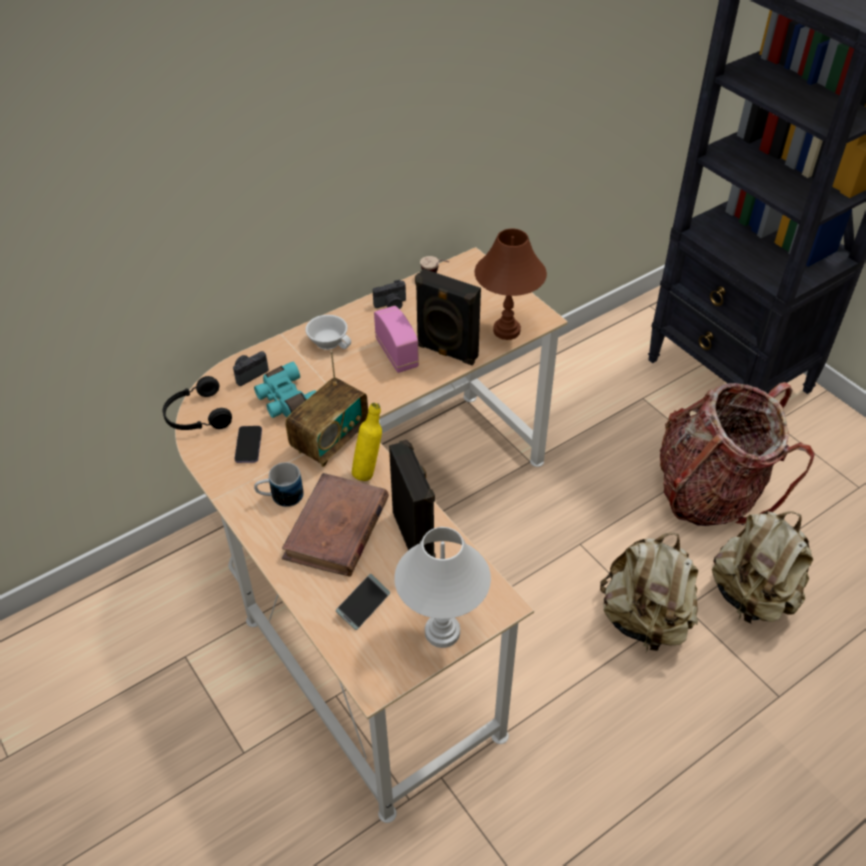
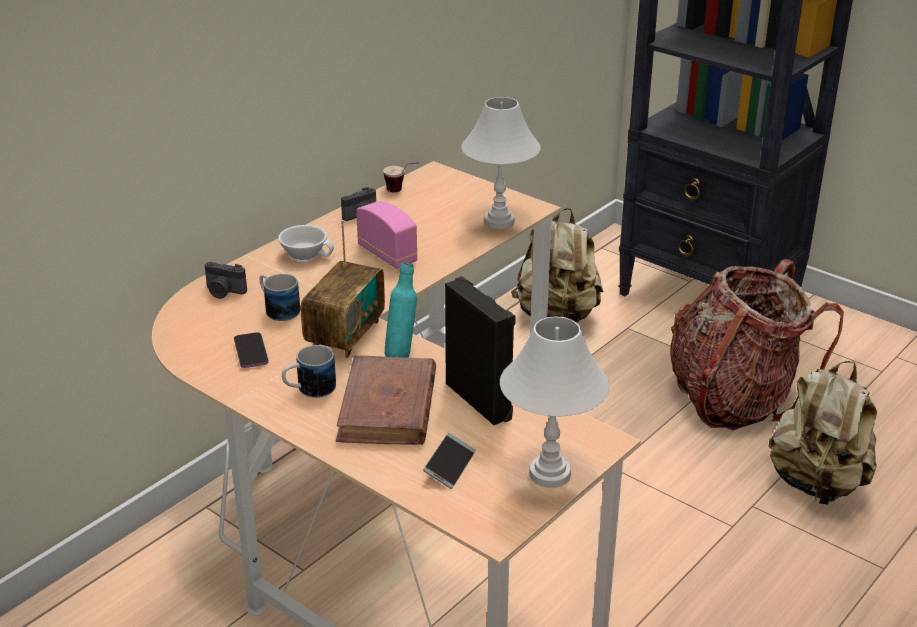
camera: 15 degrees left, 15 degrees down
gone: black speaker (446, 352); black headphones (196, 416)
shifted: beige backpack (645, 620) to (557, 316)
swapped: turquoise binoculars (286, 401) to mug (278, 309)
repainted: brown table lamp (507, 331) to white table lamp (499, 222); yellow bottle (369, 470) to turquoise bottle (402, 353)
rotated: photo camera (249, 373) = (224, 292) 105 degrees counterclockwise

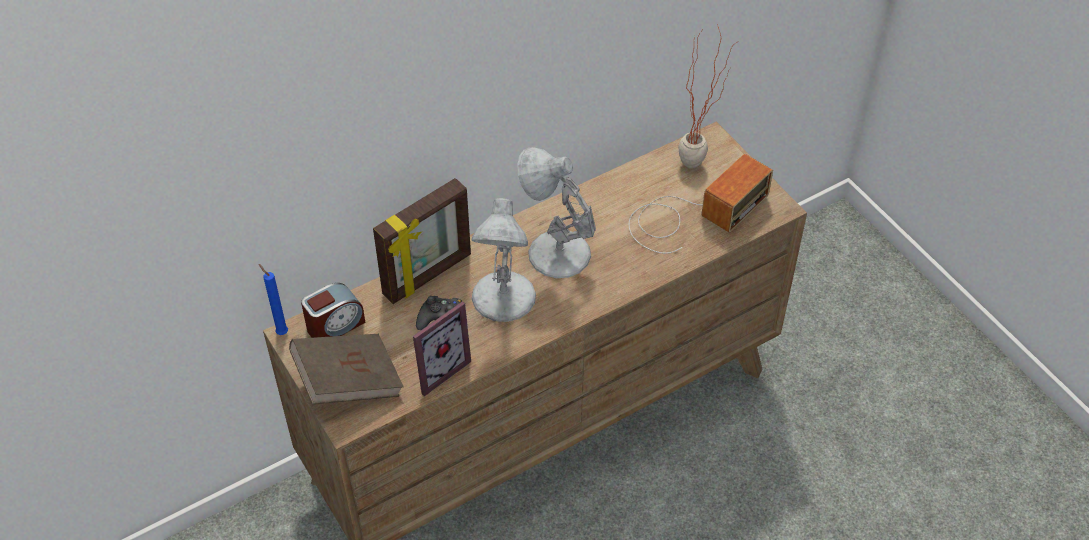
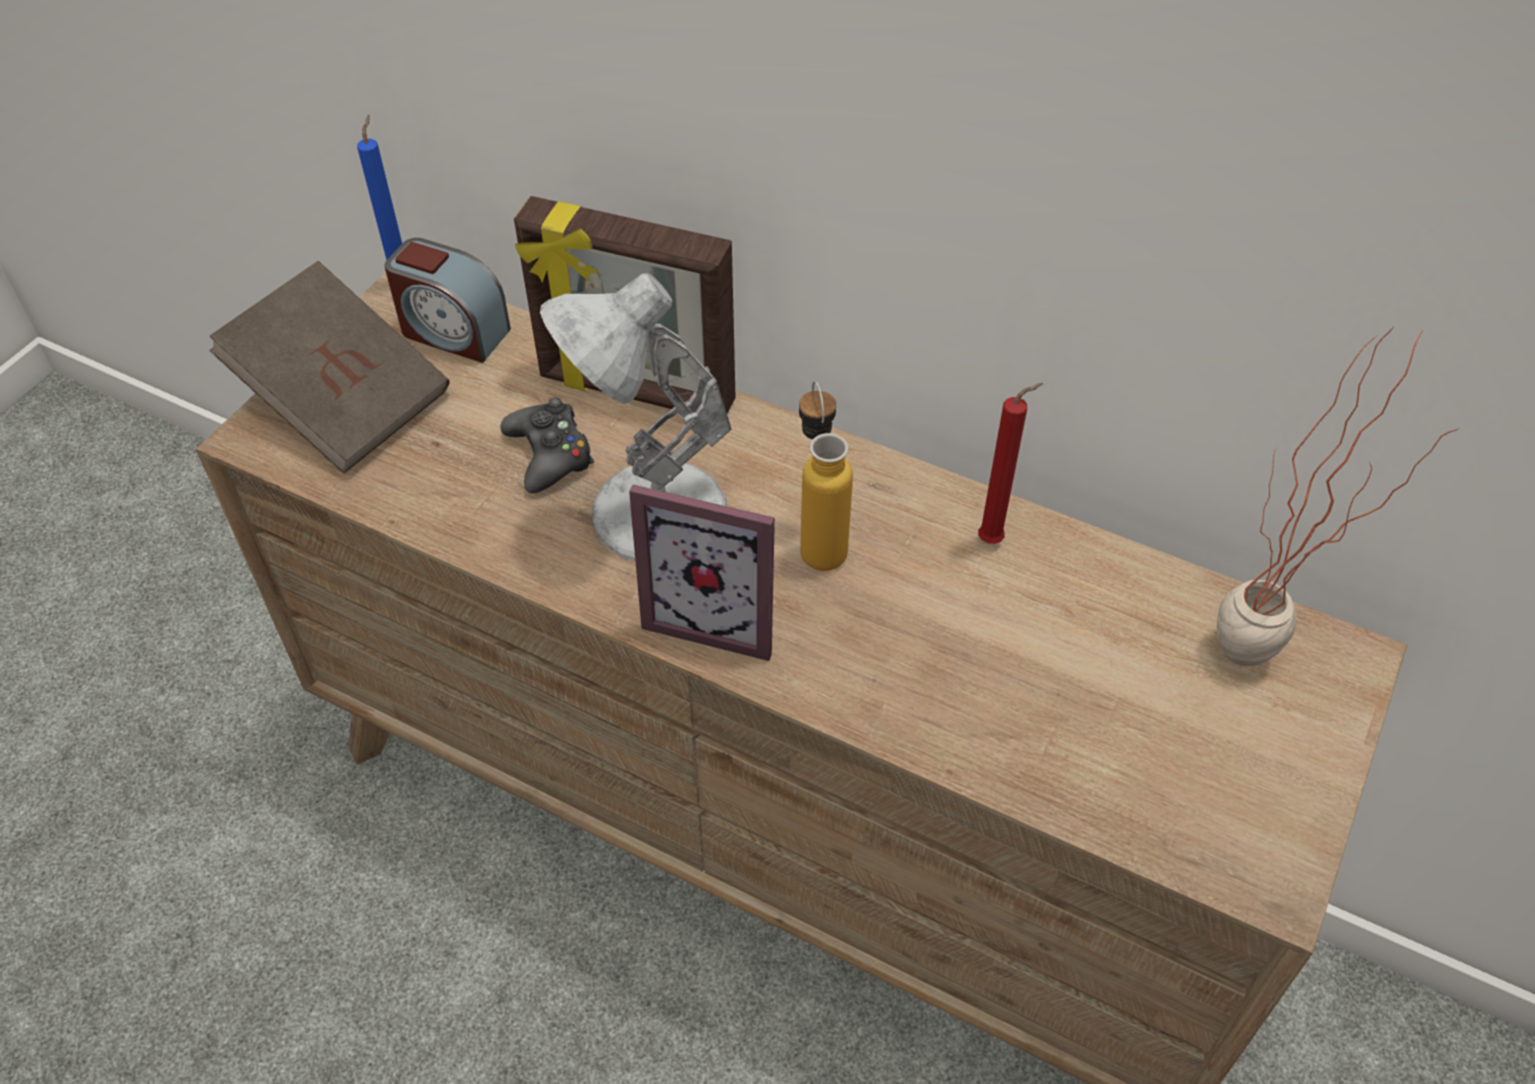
camera: 60 degrees right, 0 degrees up
gone: radio (692, 215)
new: red candle (994, 540)
shifted: picture frame (436, 368) to (717, 614)
swapped: white table lamp (555, 253) to bottle (818, 539)

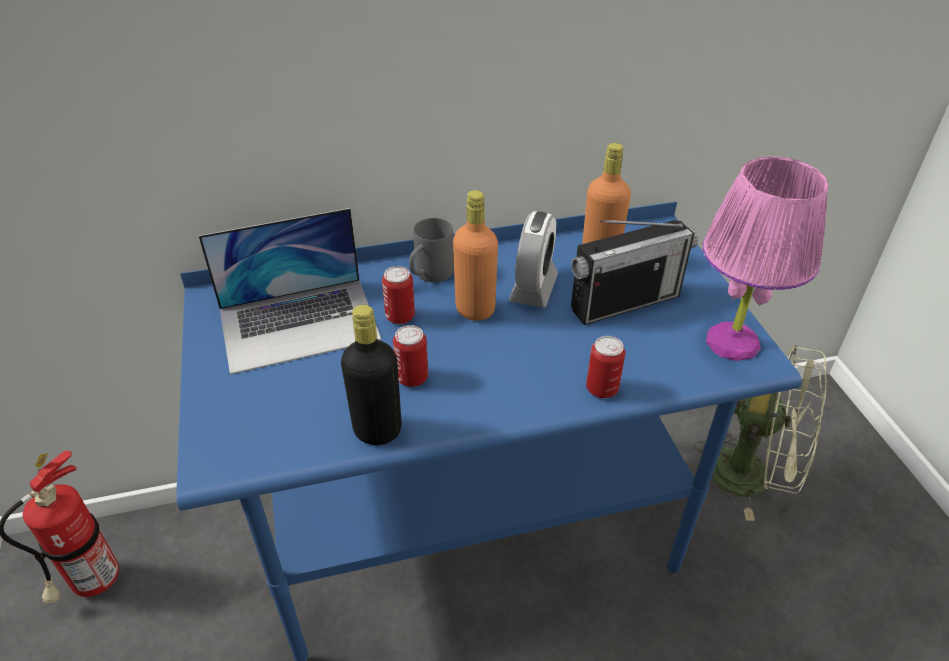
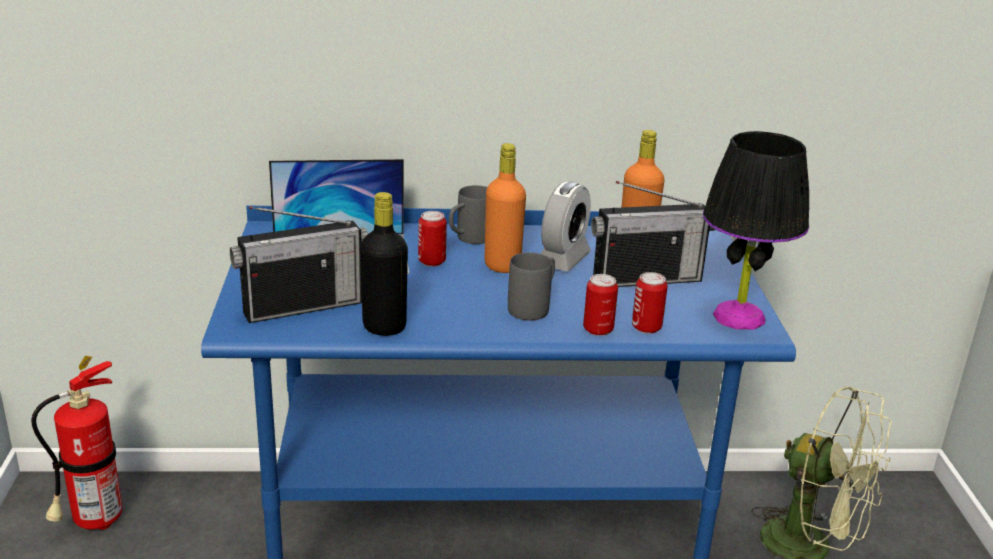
camera: 10 degrees right, 15 degrees down
new: radio (302, 306); grey mug (534, 307)
shifted: can (412, 377) to (646, 327)
repainted: pink table lamp (732, 341) to black table lamp (739, 316)

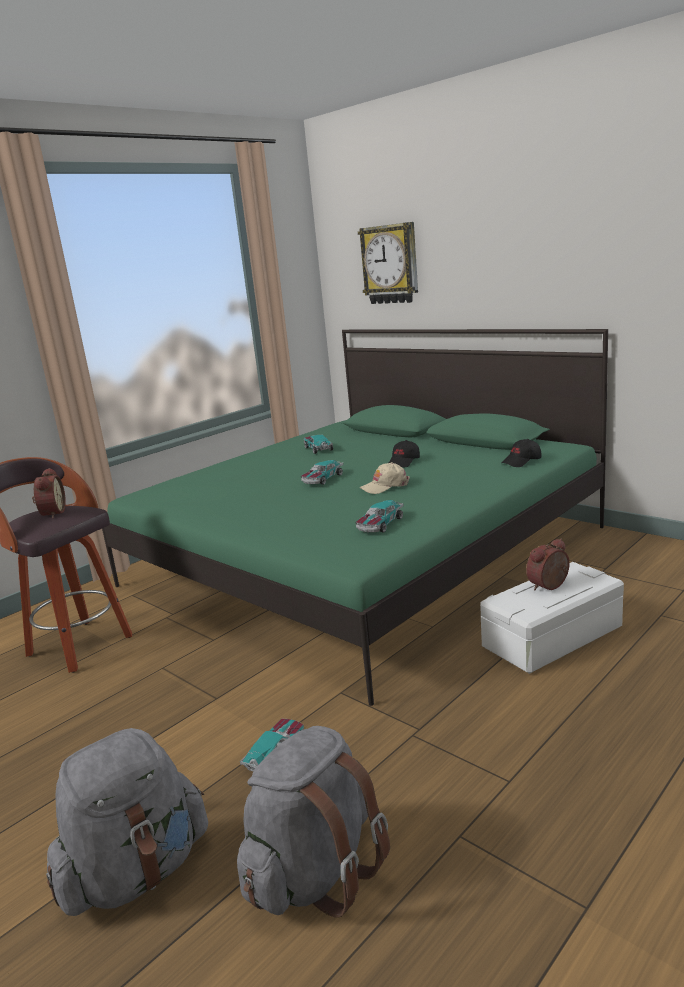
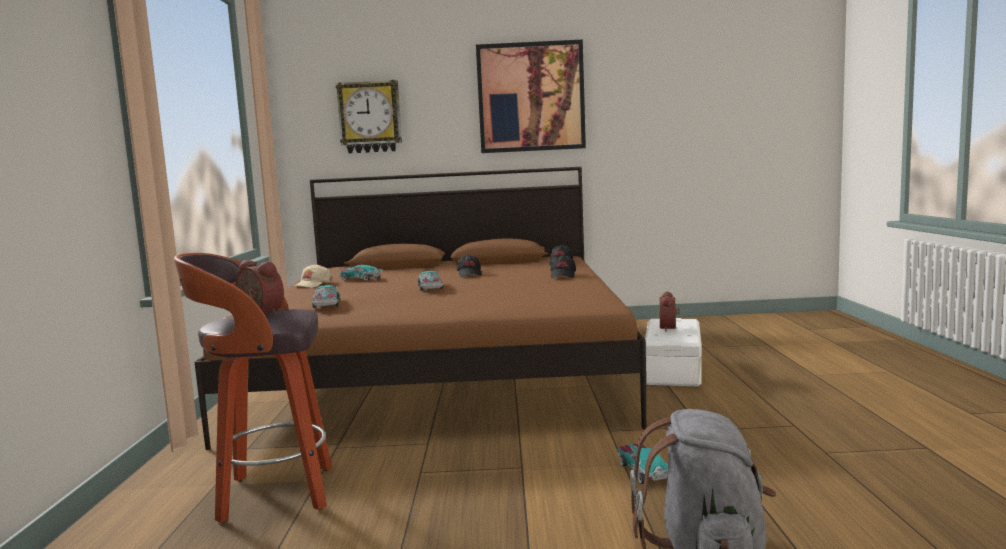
camera: 45 degrees left, 10 degrees down
gone: grey backpack (315, 872)
new: picture (531, 97); black cap (563, 276)
shifted: beige cap (385, 486) to (312, 284); toy car (380, 524) to (326, 304)
repainted: green bed (363, 556) to brown bed (444, 369)

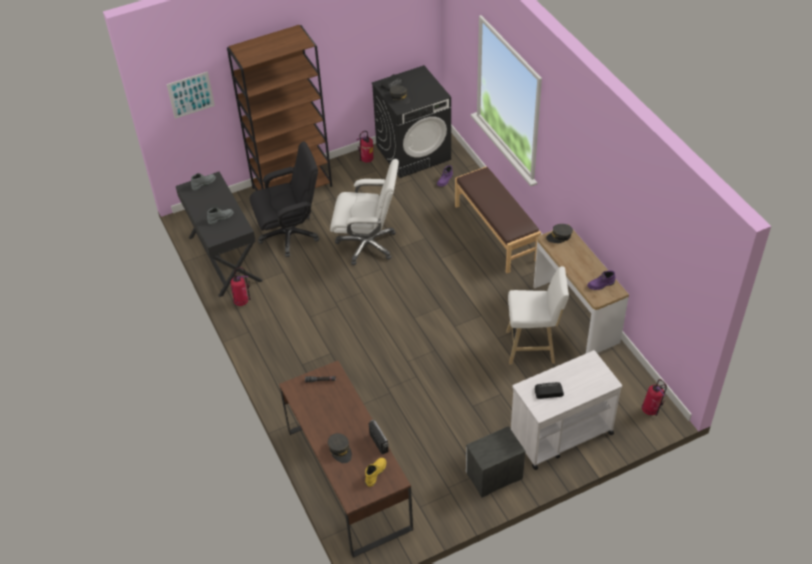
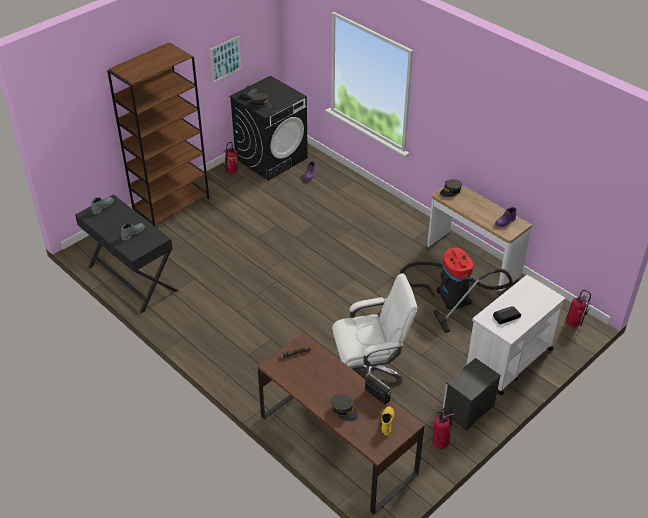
camera: 20 degrees left, 5 degrees down
gone: black office chair (290, 234); brown bench (496, 232)
shifted: picture (191, 95) to (225, 59); white office chair (367, 244) to (370, 370); fire extinguisher (242, 301) to (440, 443)
swapped: white stool (533, 347) to vacuum cleaner (450, 294)

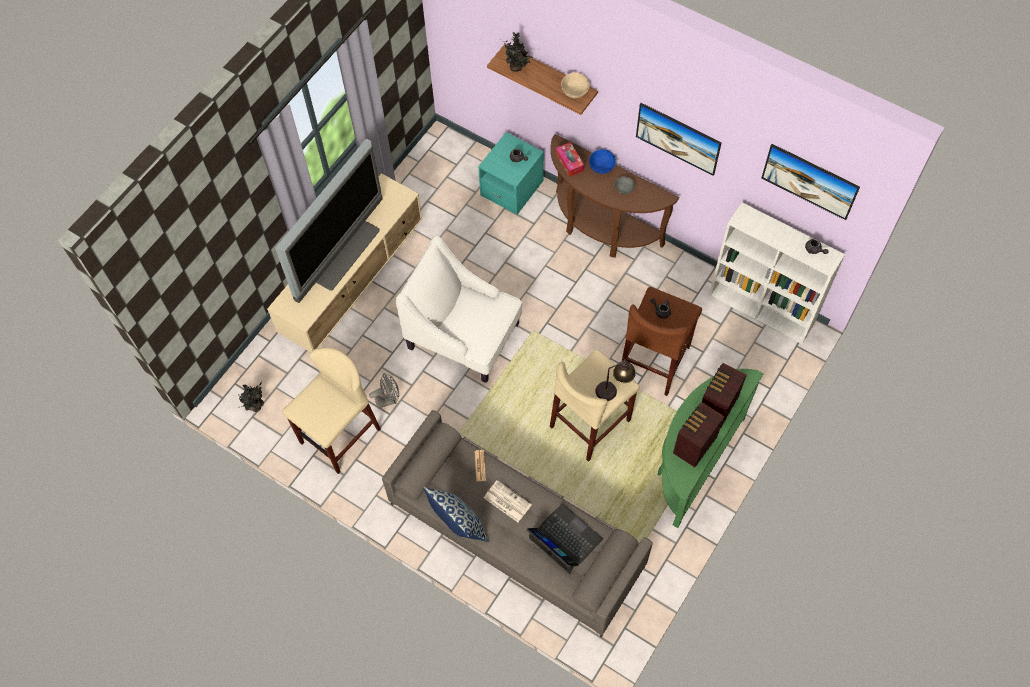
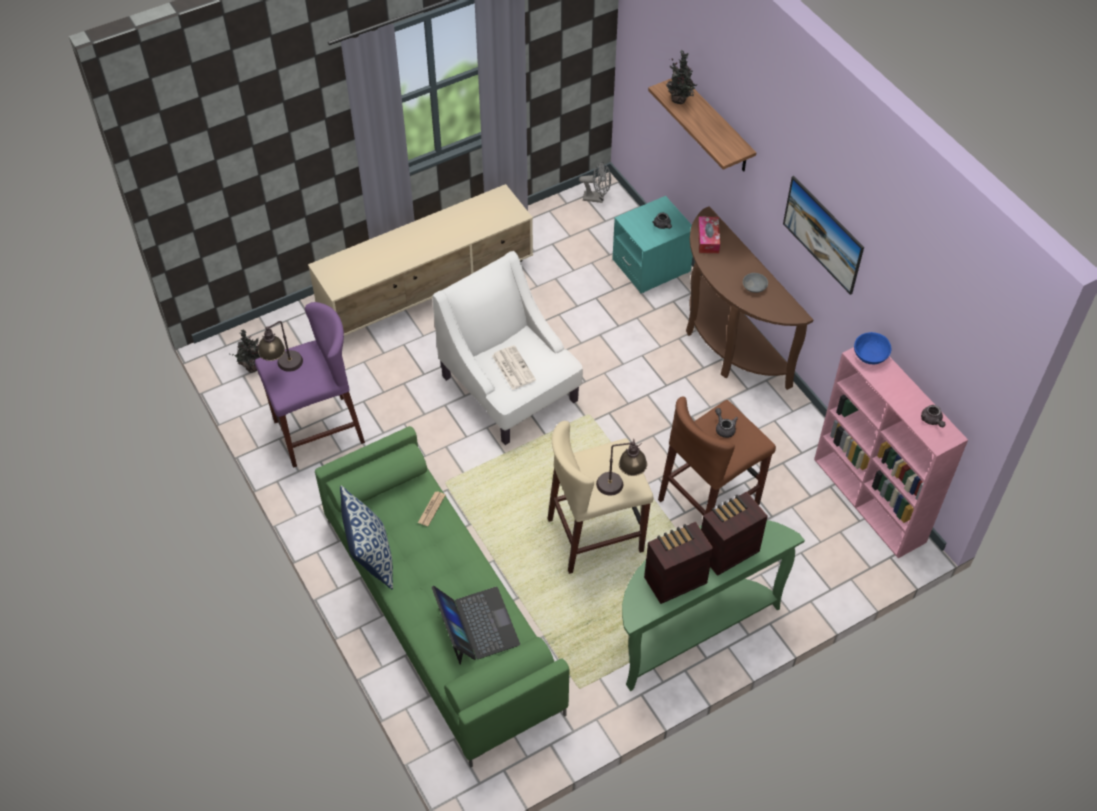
camera: 25 degrees right, 10 degrees down
gone: beige bowl (574, 91); television (342, 251); picture (806, 189)
new: table lamp (283, 368)
shifted: blue bowl (601, 166) to (869, 355); grey fan (388, 400) to (597, 198); newspaper (506, 501) to (512, 367)
repainted: white bookcase (762, 309) to pink bookcase (870, 501); beige stool (340, 436) to purple stool (318, 431); grey sofa (515, 535) to green sofa (440, 613)

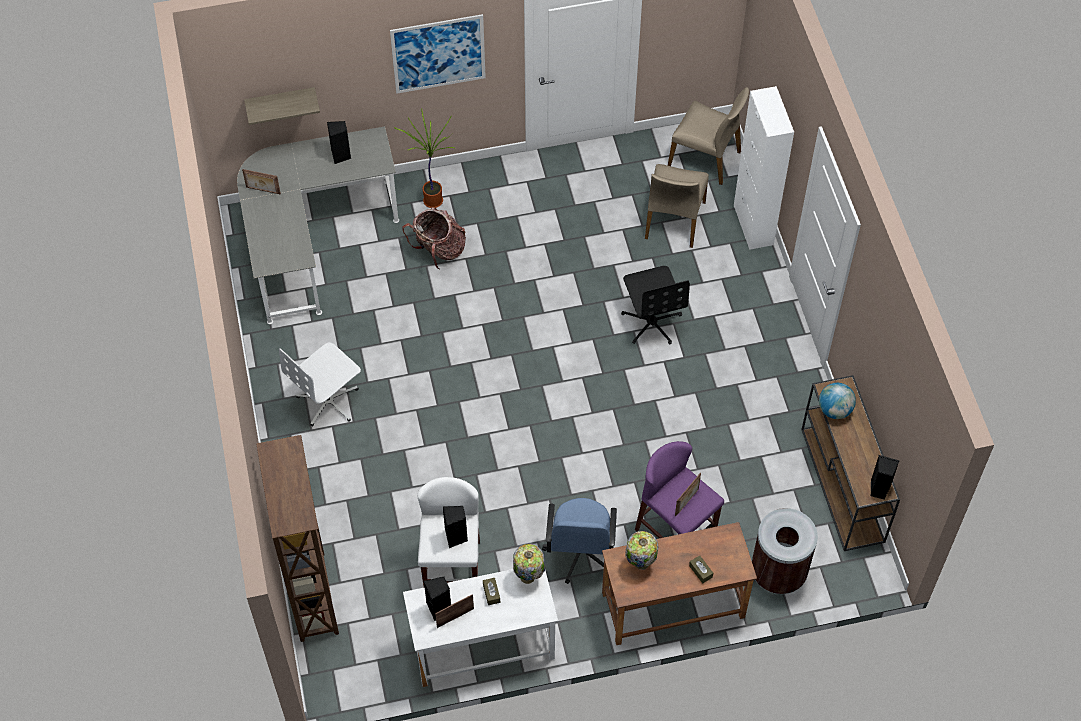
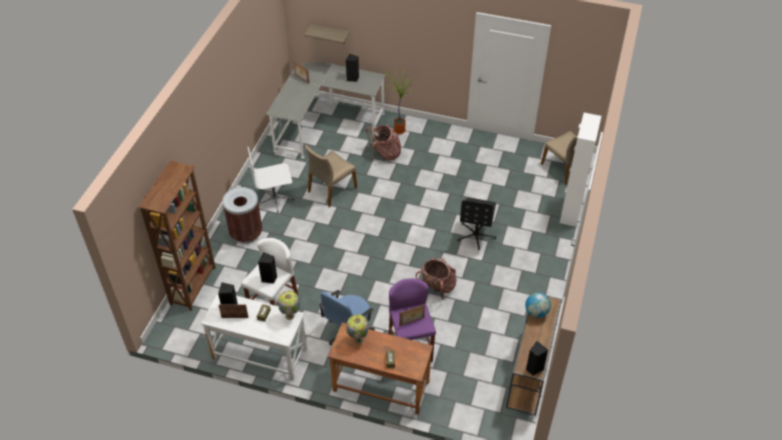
camera: 30 degrees right, 10 degrees down
gone: picture (438, 54)
new: backpack (437, 287)
shifted: beige chair (674, 220) to (331, 189); brown trash can (778, 573) to (246, 233)

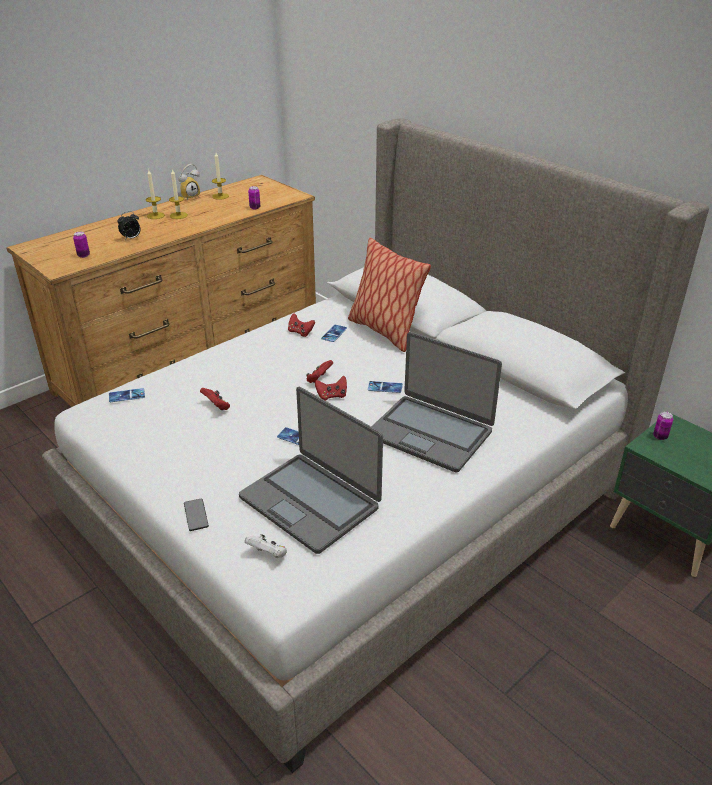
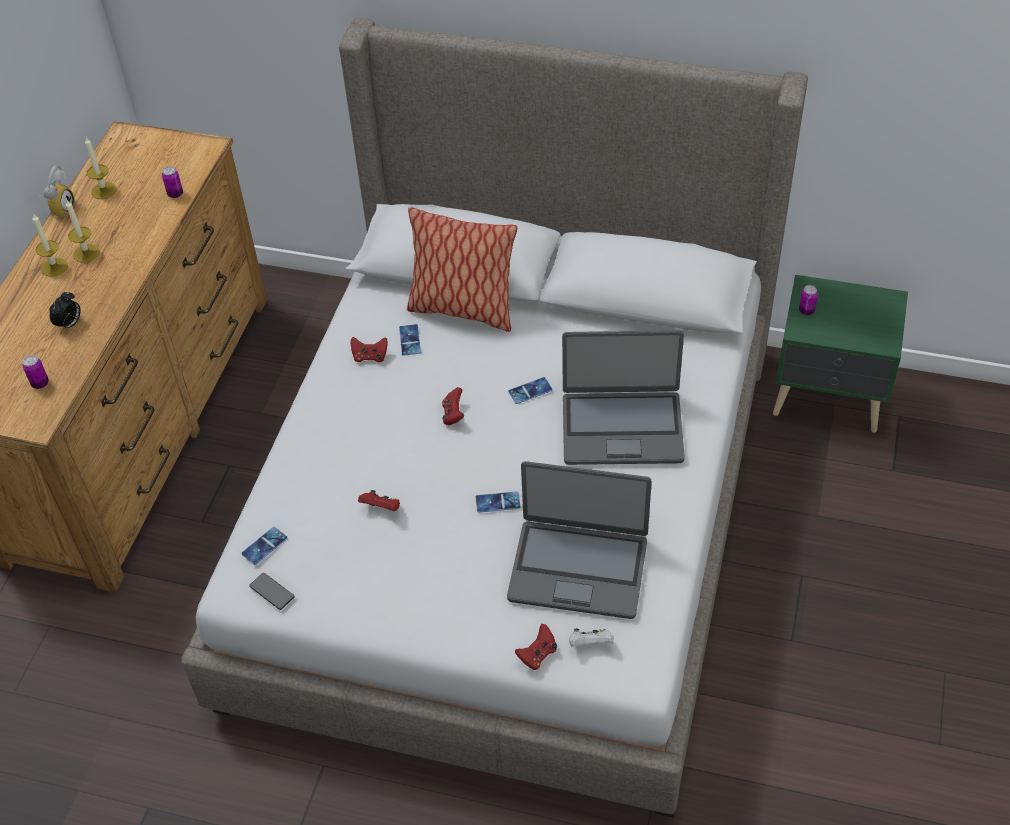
camera: 30 degrees left, 15 degrees up
shifted: red game controller (332, 396) to (537, 654); phone (196, 515) to (272, 592)

